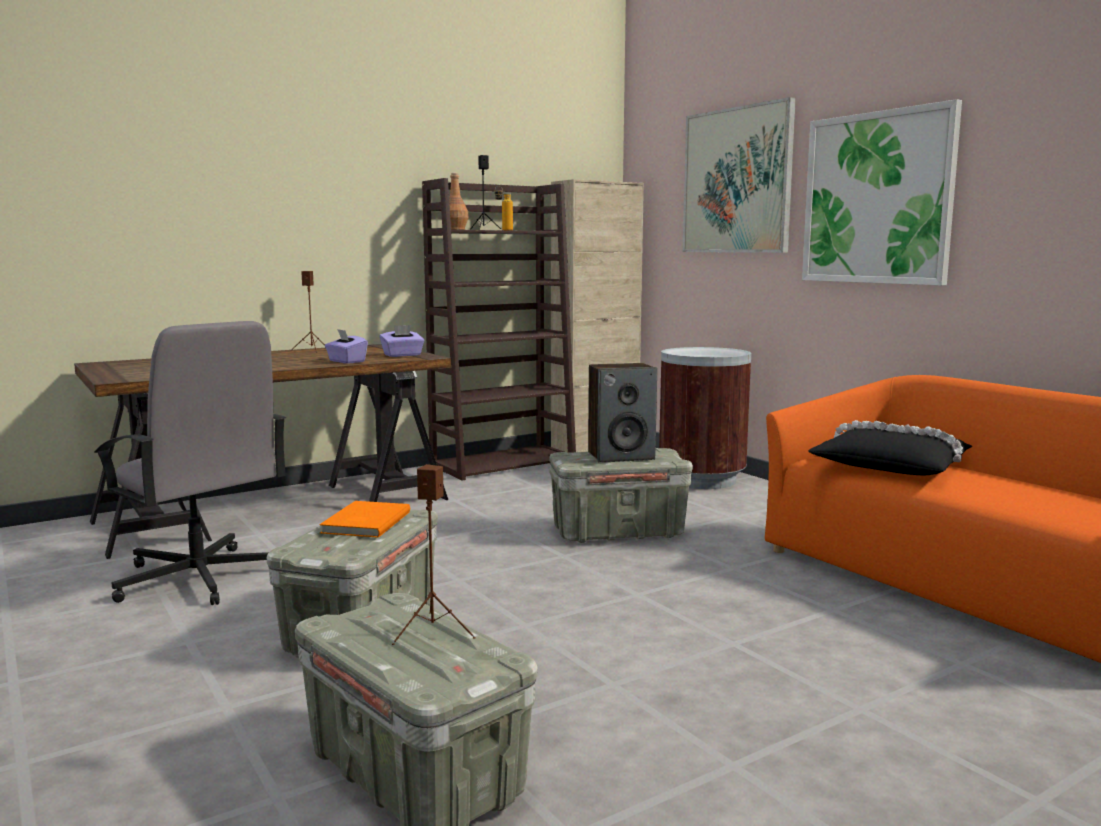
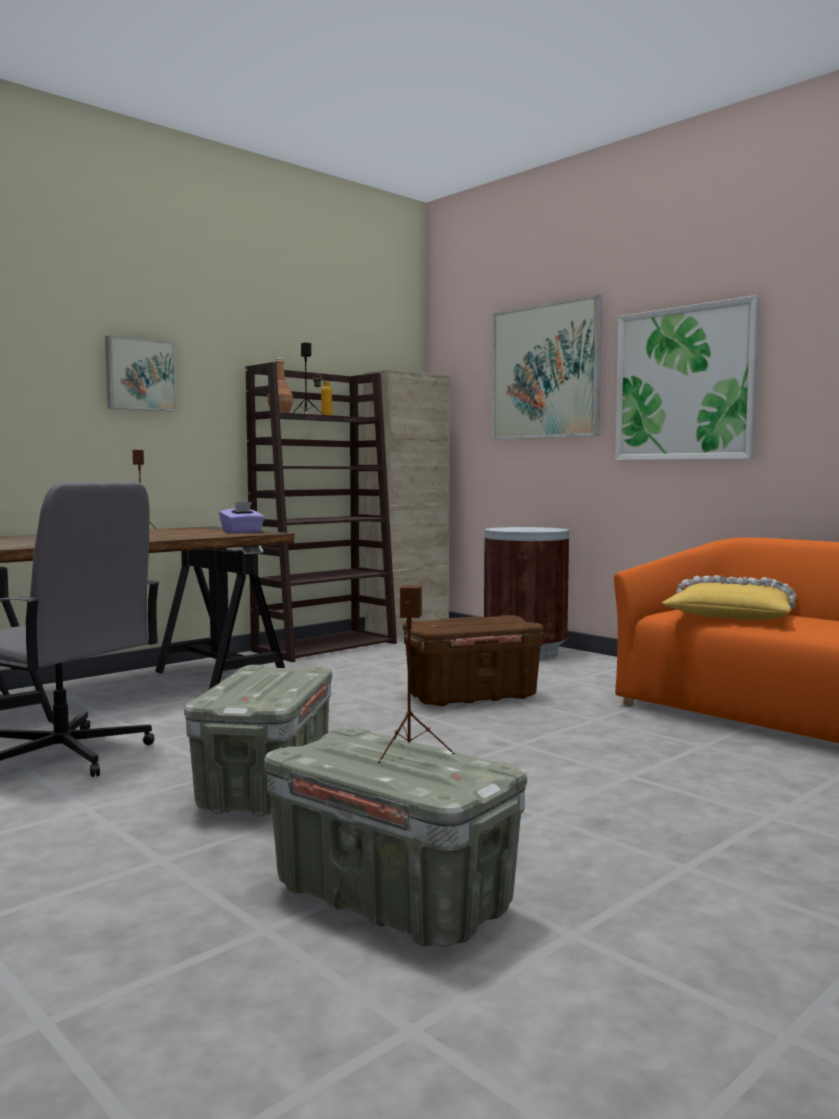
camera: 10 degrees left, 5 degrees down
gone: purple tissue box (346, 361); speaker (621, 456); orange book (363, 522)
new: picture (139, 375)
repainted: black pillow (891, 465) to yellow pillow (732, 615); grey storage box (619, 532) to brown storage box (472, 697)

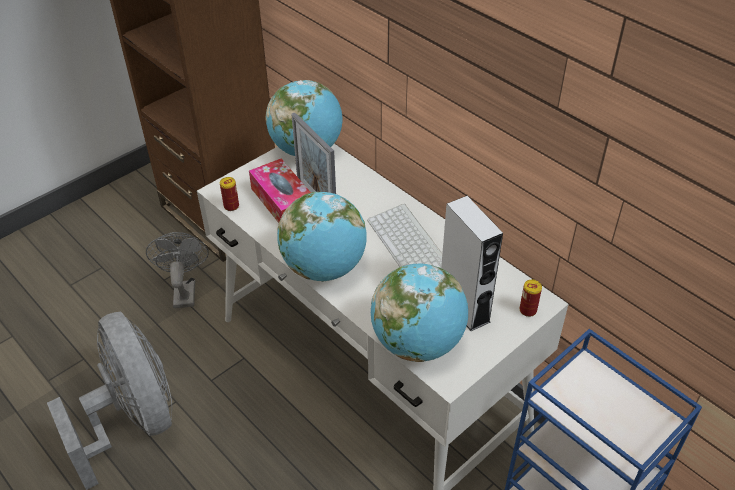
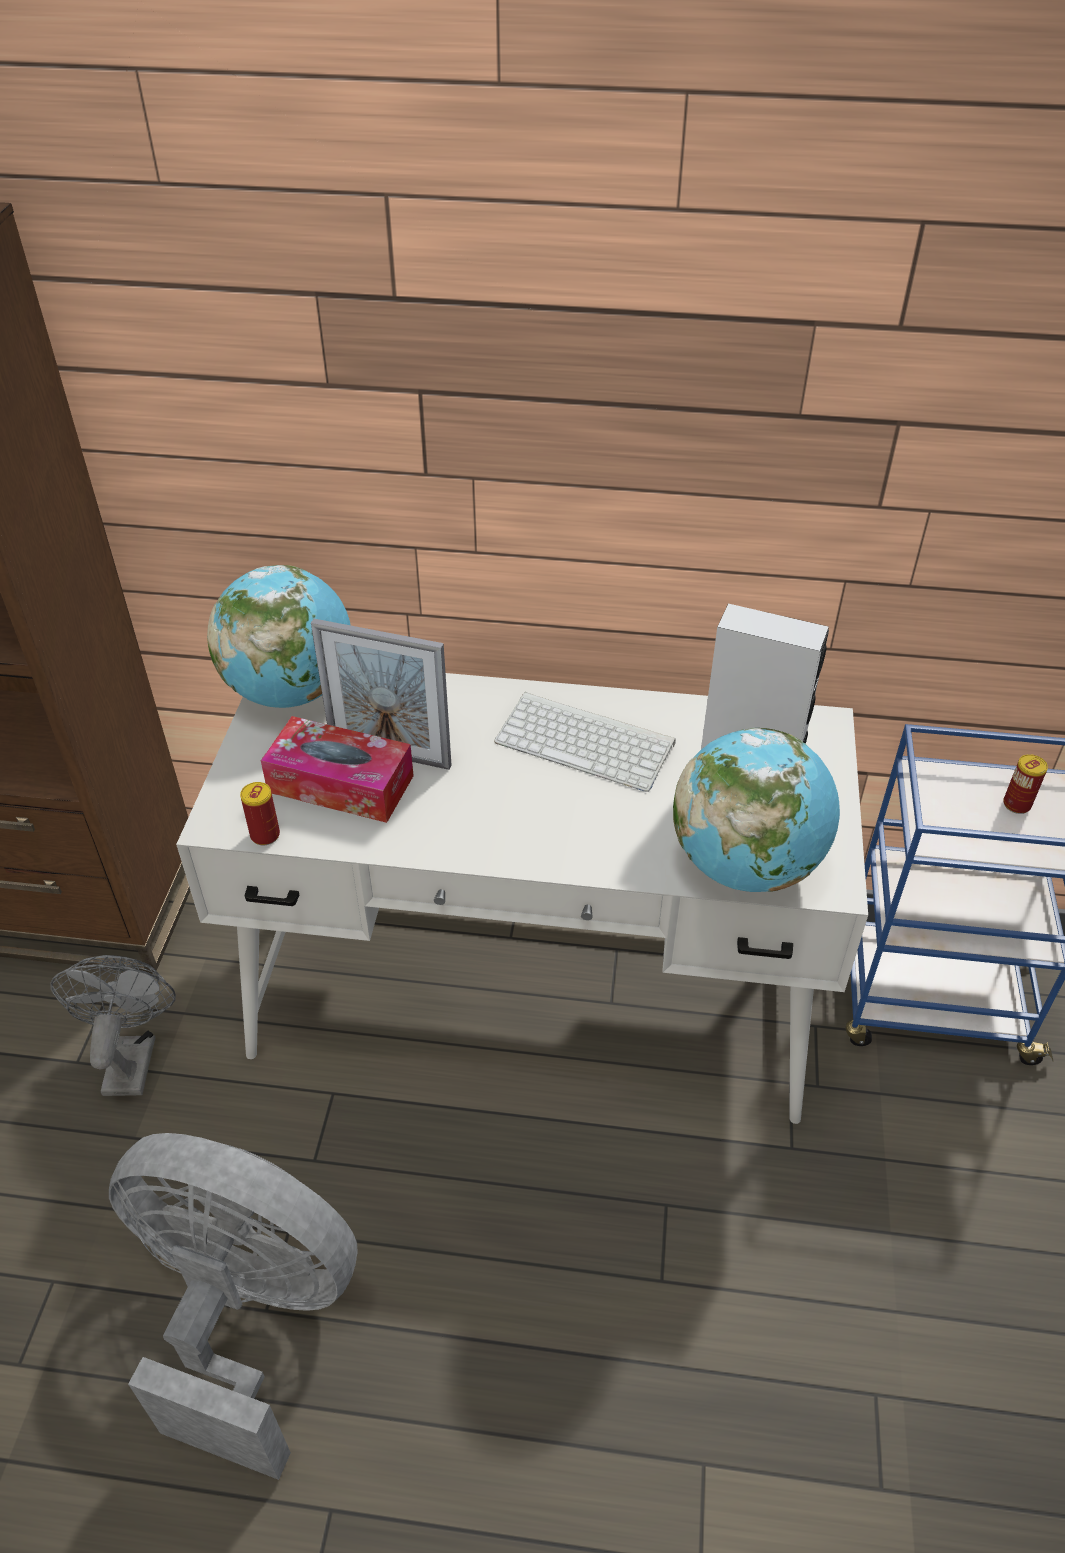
camera: 40 degrees left, 0 degrees up
gone: globe (324, 268)
shifted: can (528, 310) to (1016, 804)
rotated: grey fan (184, 290) = (131, 1056) 45 degrees clockwise

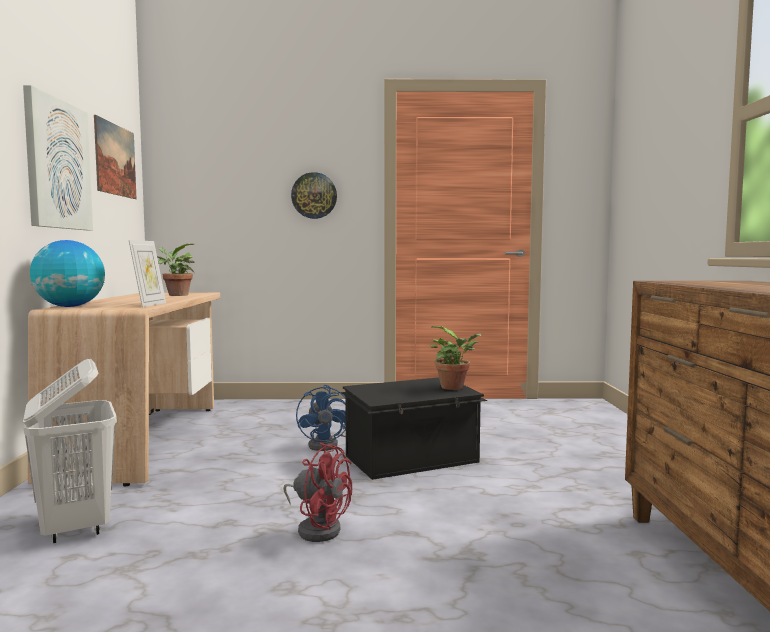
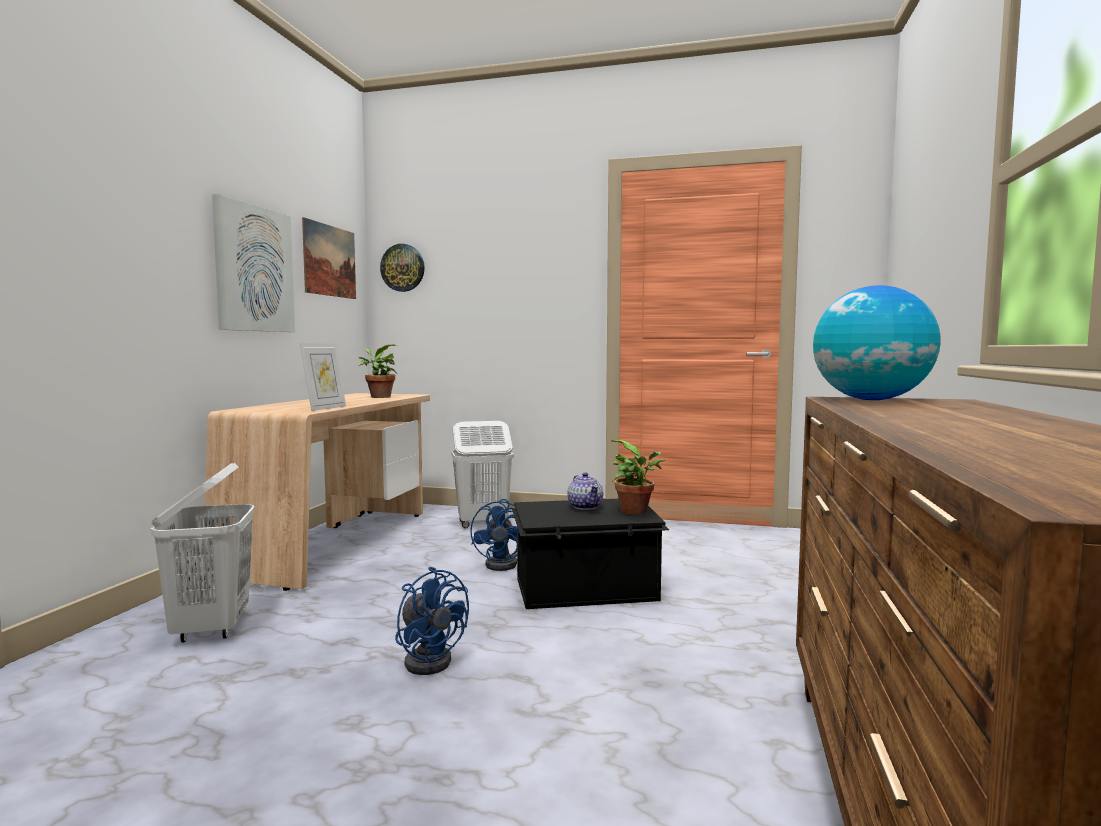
camera: 15 degrees right, 0 degrees up
new: white laundry basket (482, 523); teapot (585, 506)
shifted: wall clock (314, 195) to (403, 268); globe (69, 306) to (870, 400)
repainted: red fan (318, 528) to blue fan (430, 659)

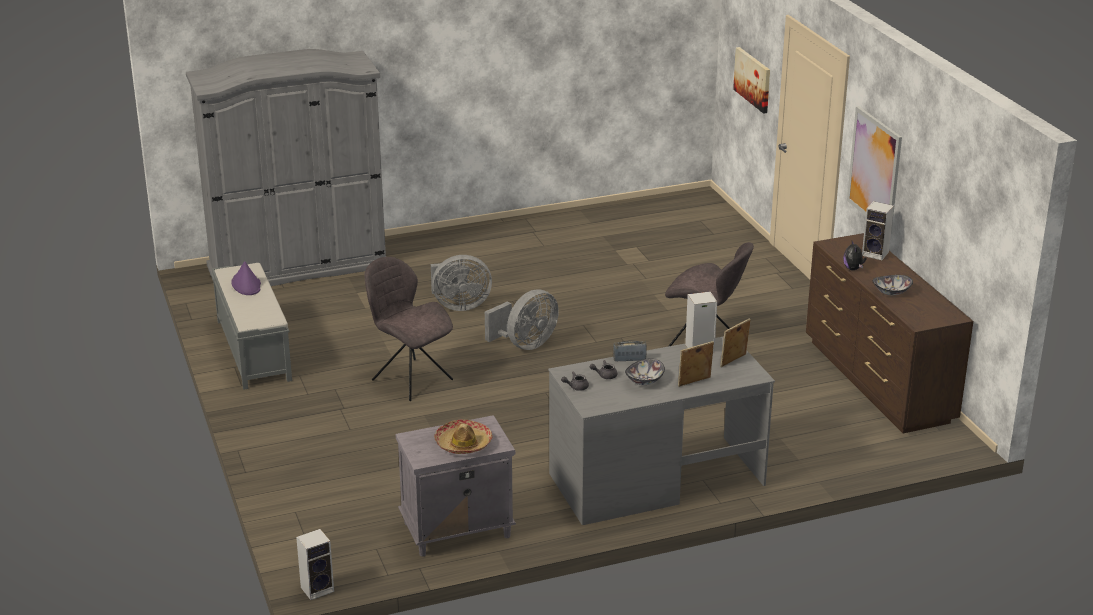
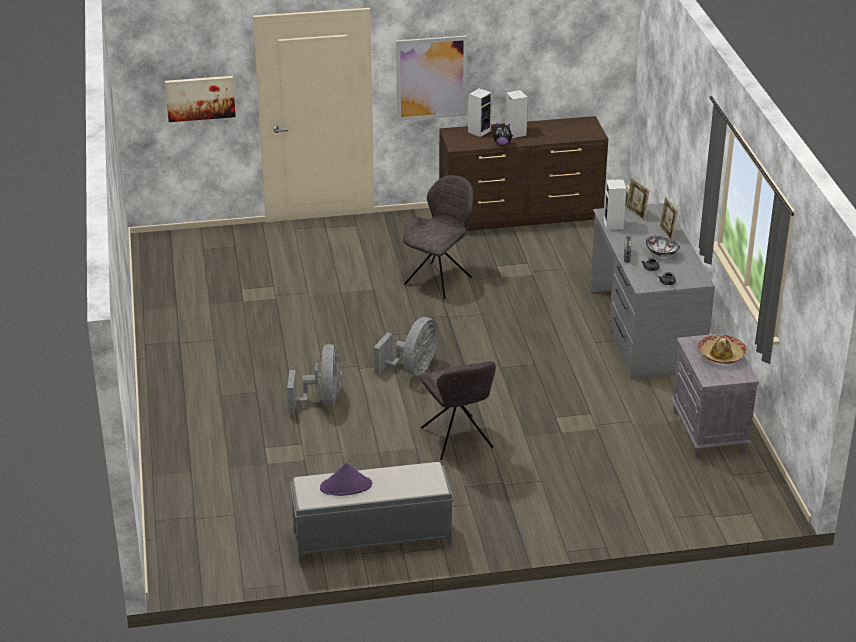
camera: 80 degrees left, 5 degrees up
gone: grey wardrobe (298, 266); bowl (891, 292)
shifted: speaker (318, 588) to (514, 132)
rotated: grey chair (410, 379) = (457, 440) 75 degrees counterclockwise; grey fan (525, 344) = (412, 369) 60 degrees clockwise

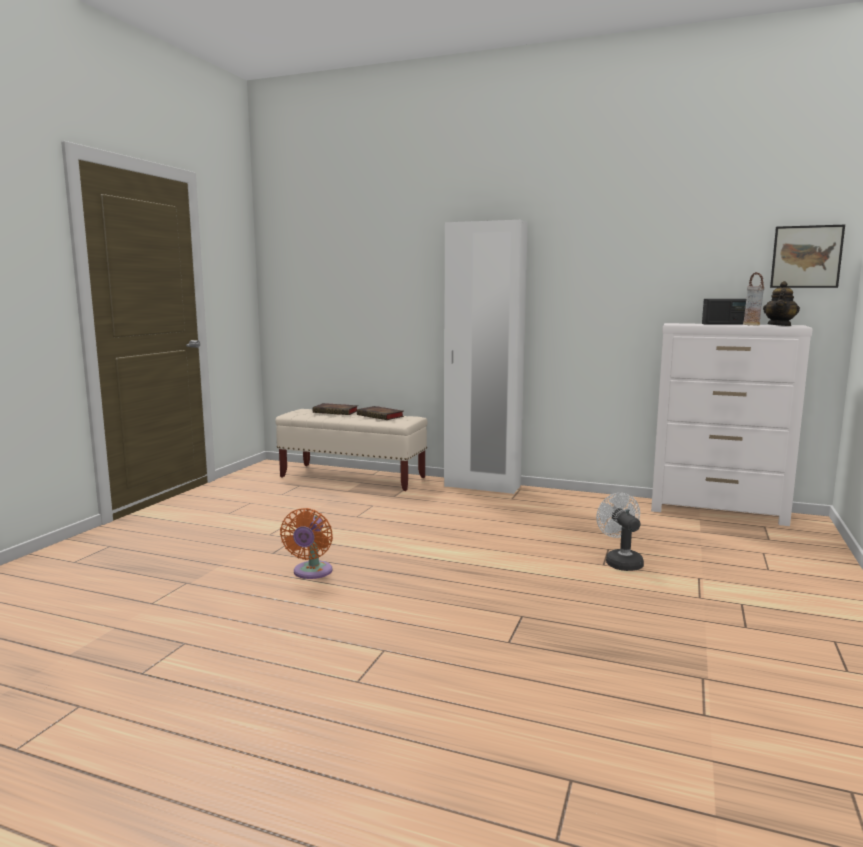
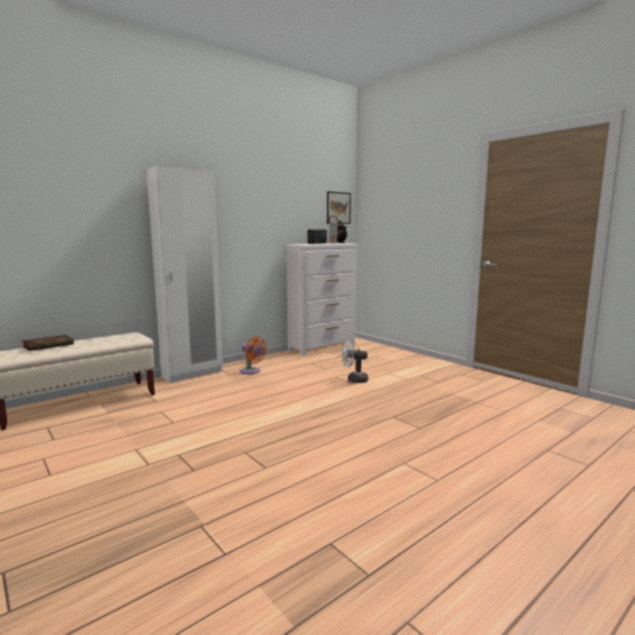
camera: 60 degrees left, 0 degrees up
gone: book (381, 416)
shifted: orange fan (311, 572) to (251, 371)

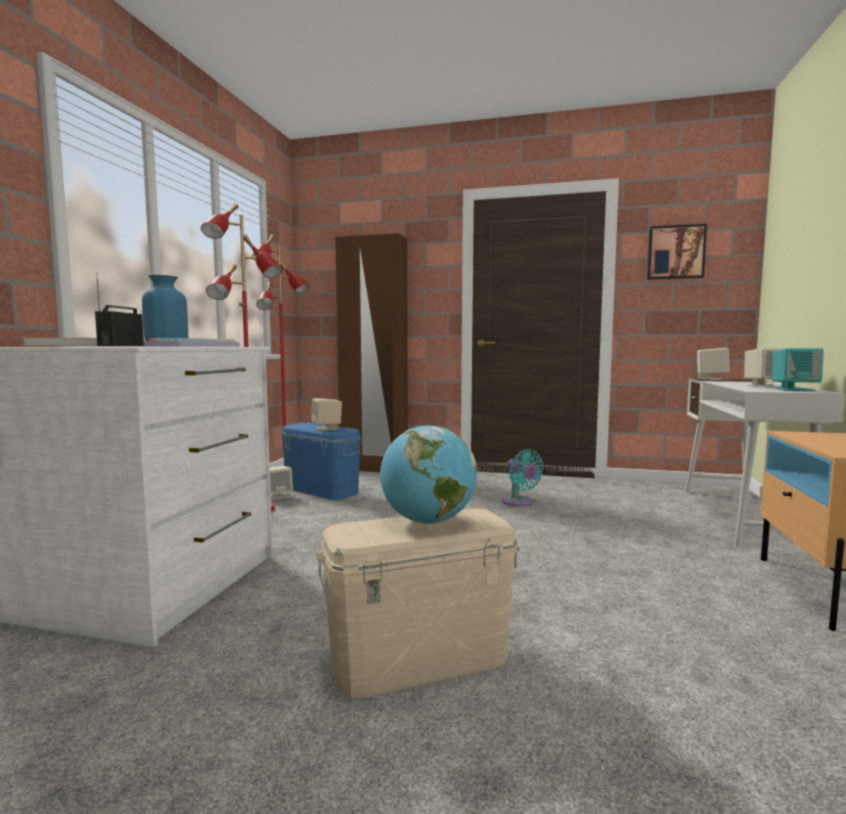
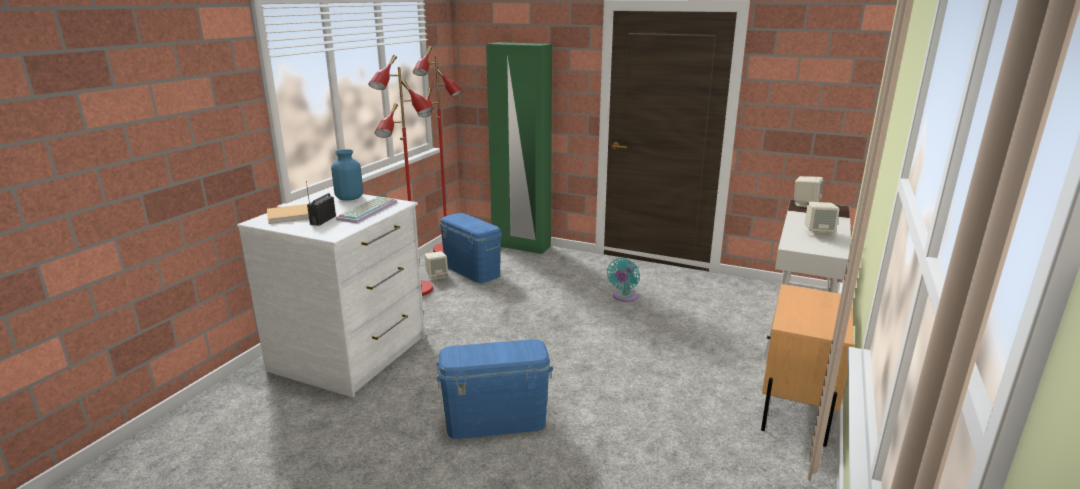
camera: 10 degrees right, 15 degrees up
gone: picture (675, 252); turquoise speaker (794, 390); beige speaker (327, 428); globe (428, 522)
repainted: brown wardrobe (374, 469) to green wardrobe (521, 246); beige storage box (419, 658) to blue storage box (496, 420)
rotated: turquoise fan (519, 502) = (624, 297) 45 degrees clockwise

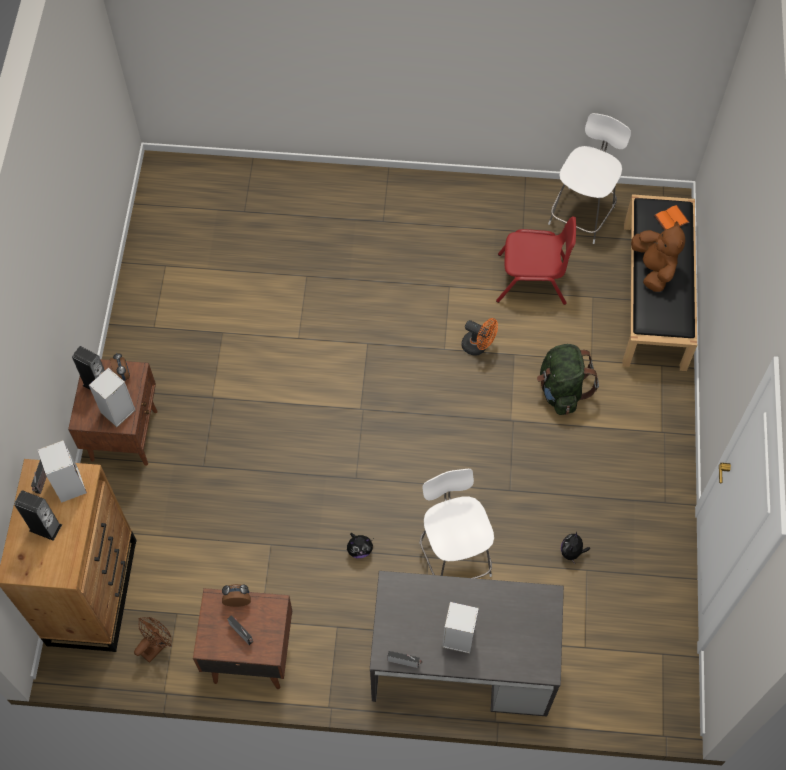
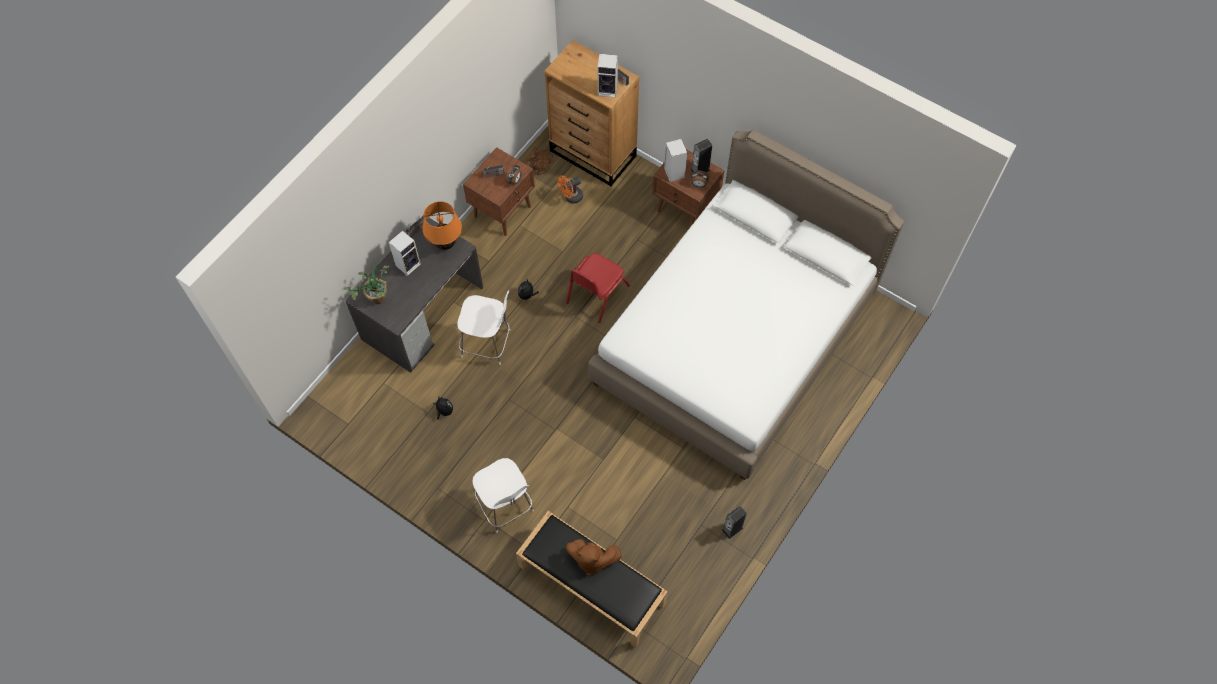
camera: 120 degrees right, 0 degrees up
gone: orange book (671, 218); green backpack (561, 390)
new: white bed (734, 338); orange table lamp (445, 244); potted plant (375, 301)
shifted: white chair (582, 213) to (505, 506); red chair (532, 280) to (596, 294); orange fan (478, 346) to (571, 197); speaker (45, 527) to (732, 529)

